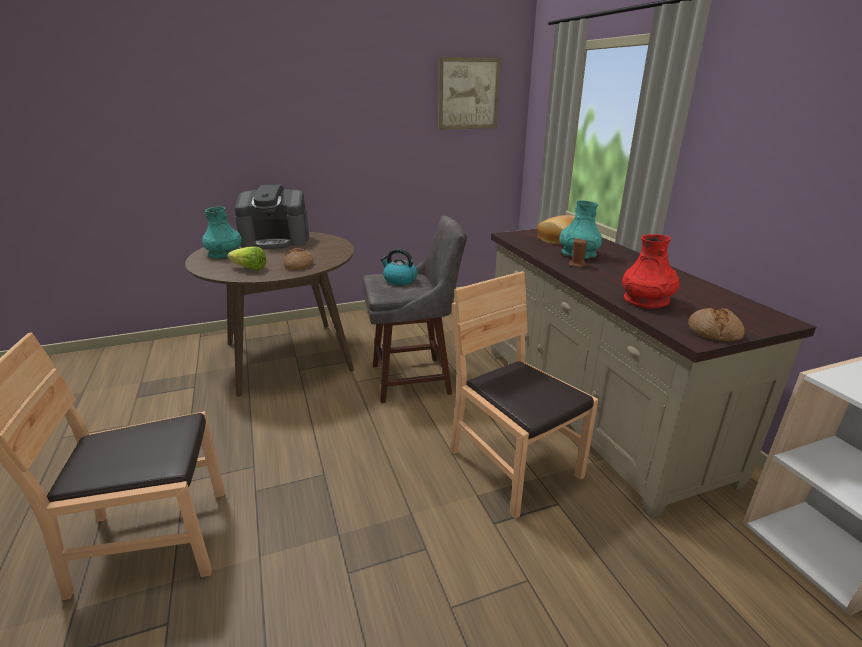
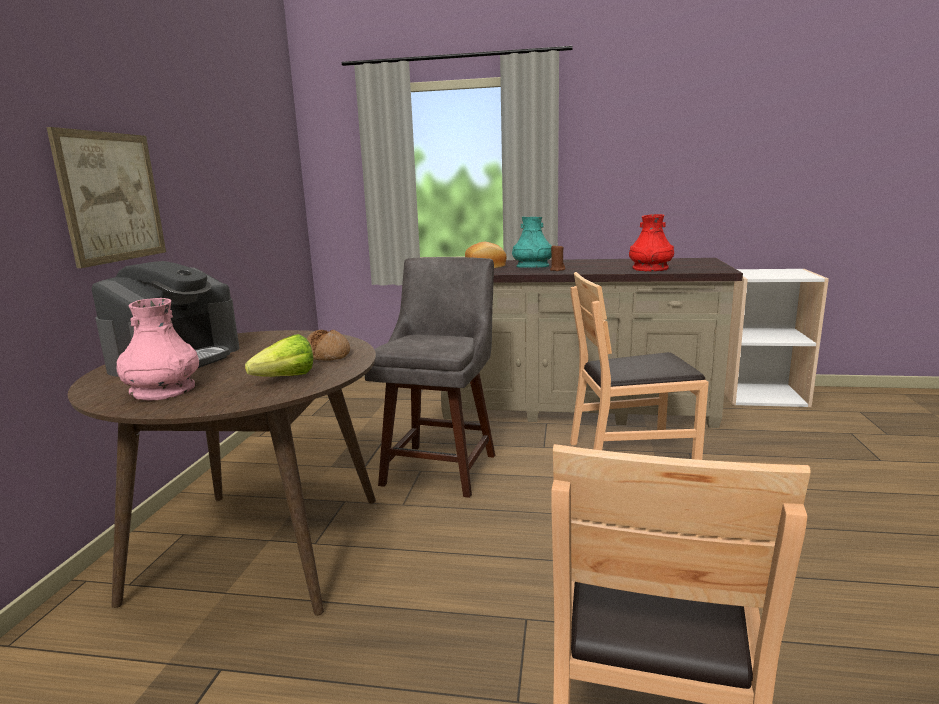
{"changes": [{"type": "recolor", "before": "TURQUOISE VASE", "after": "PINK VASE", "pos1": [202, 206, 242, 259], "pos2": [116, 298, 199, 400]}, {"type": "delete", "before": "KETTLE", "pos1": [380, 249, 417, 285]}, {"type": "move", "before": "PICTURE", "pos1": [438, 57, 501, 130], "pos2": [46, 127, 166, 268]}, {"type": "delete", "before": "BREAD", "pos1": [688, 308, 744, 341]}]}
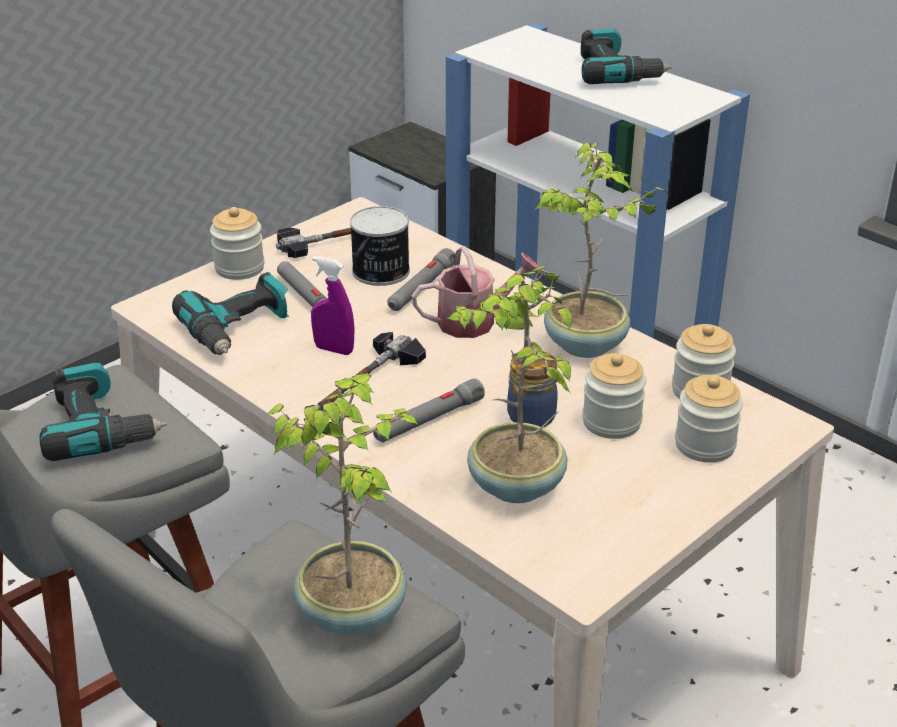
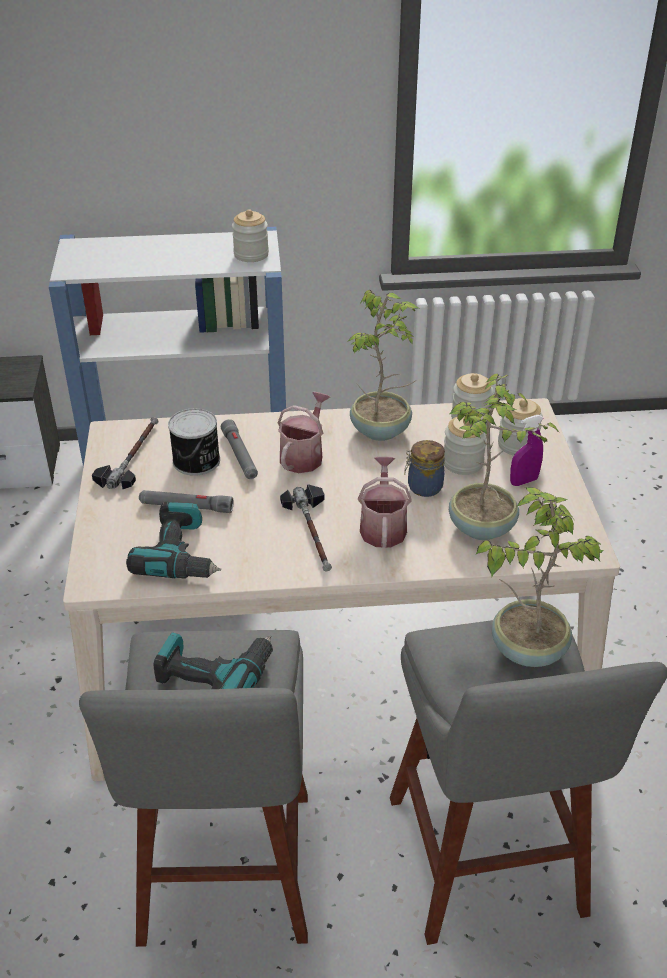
{"changes": [{"type": "move", "before": "JAR", "pos1": [210, 207, 265, 280], "pos2": [232, 209, 269, 262]}, {"type": "move", "before": "PURPLE SPRAY BOTTLE", "pos1": [311, 256, 354, 355], "pos2": [510, 415, 543, 486]}, {"type": "replace", "before": "GREY FLASHLIGHT", "after": "WATERING CAN", "pos1": [373, 378, 485, 442], "pos2": [358, 457, 412, 548]}, {"type": "delete", "before": "POWER DRILL", "pos1": [581, 29, 672, 84]}]}
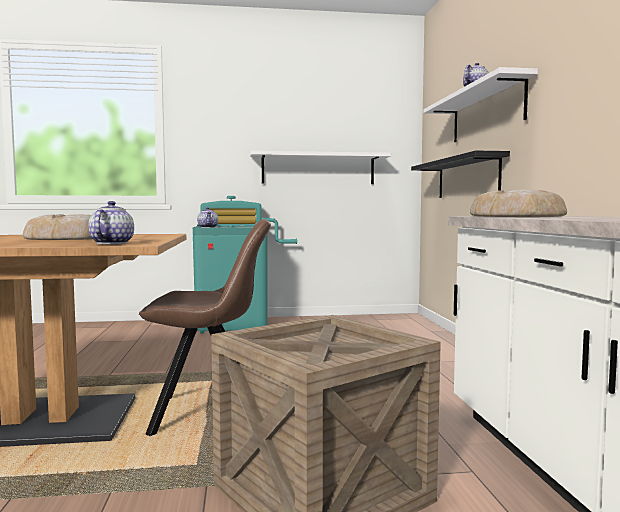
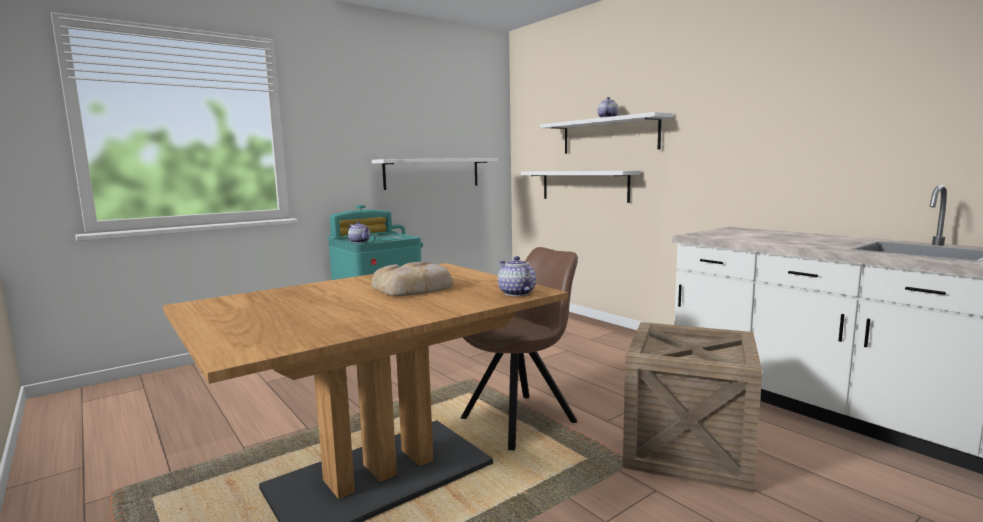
{"changes": [{"type": "recolor", "before": "BLACK SHELF", "after": "WHITE SHELF", "pos1": [411, 150, 510, 198], "pos2": [521, 170, 641, 203]}, {"type": "delete", "before": "BREAD", "pos1": [470, 190, 567, 217]}]}
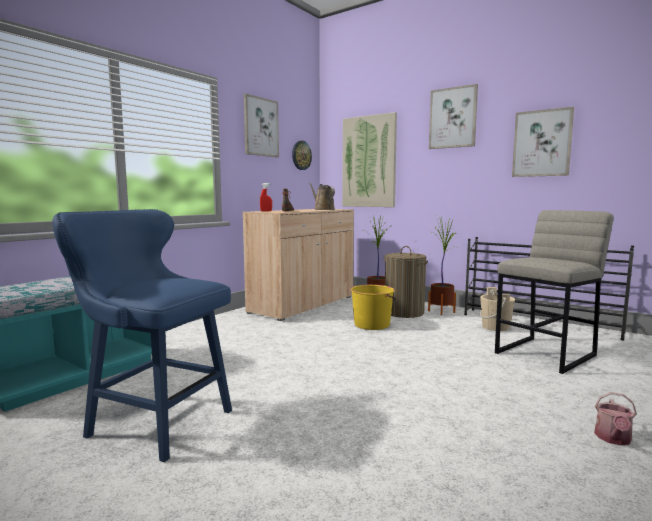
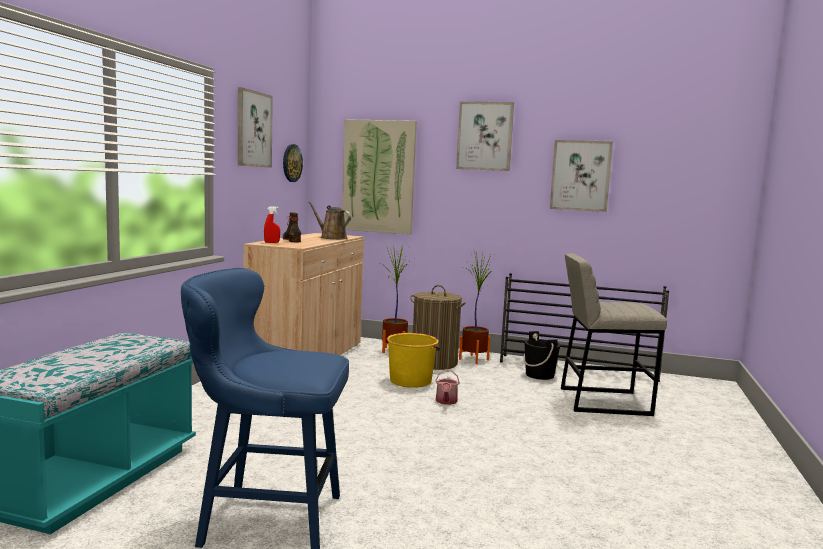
{"changes": [{"type": "recolor", "before": "BEIGE BUCKET", "after": "BLACK BUCKET", "pos1": [480, 287, 515, 331], "pos2": [524, 331, 560, 380]}, {"type": "rotate", "before": "GREY CHAIR", "pos1": [495, 210, 613, 374], "pos2": [561, 253, 667, 416], "turn": -120}, {"type": "move", "before": "WATERING CAN", "pos1": [594, 392, 637, 445], "pos2": [435, 370, 460, 405]}]}
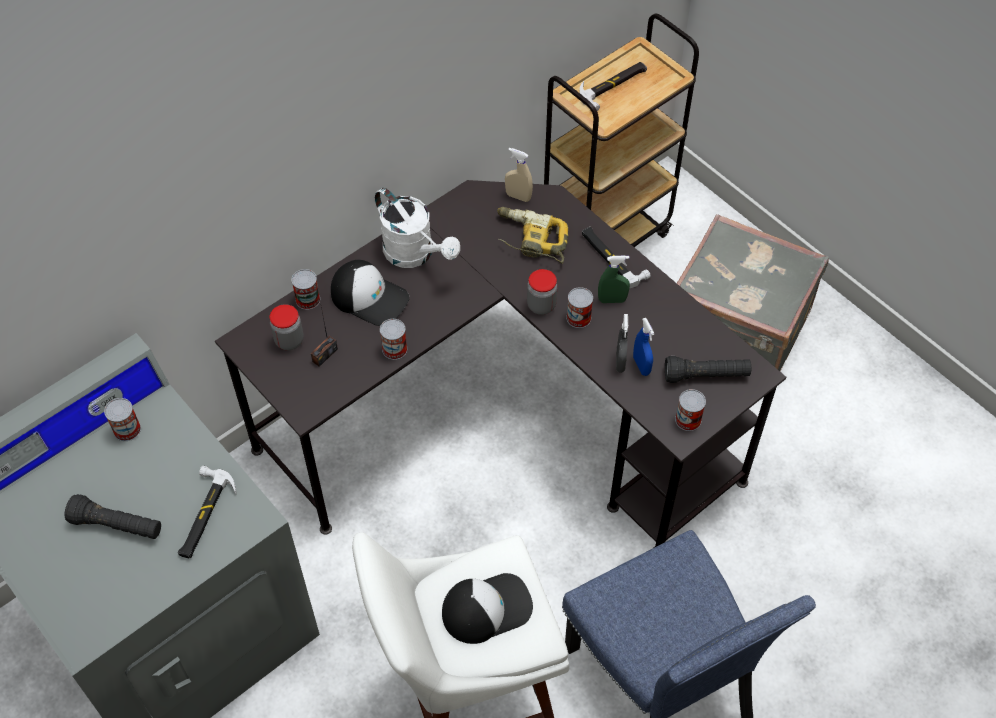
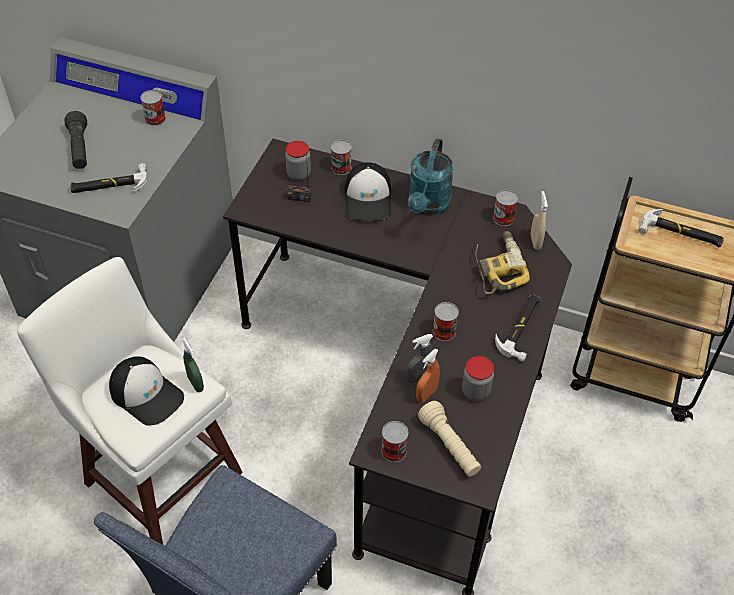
{"changes": [{"type": "recolor", "before": "WHITE WATERING CAN", "after": "TURQUOISE WATERING CAN", "pos1": [375, 188, 460, 268], "pos2": [408, 138, 454, 216]}, {"type": "move", "before": "CAN", "pos1": [380, 319, 407, 360], "pos2": [493, 190, 518, 226]}, {"type": "move", "before": "JAR", "pos1": [527, 269, 557, 315], "pos2": [462, 356, 494, 401]}, {"type": "move", "before": "GREEN SPRAY BOTTLE", "pos1": [598, 255, 630, 303], "pos2": [182, 338, 204, 392]}, {"type": "recolor", "before": "BLUE SPRAY BOTTLE", "after": "ORANGE SPRAY BOTTLE", "pos1": [633, 318, 654, 376], "pos2": [416, 349, 440, 403]}, {"type": "recolor", "before": "BLACK FLASHLIGHT", "after": "BEIGE FLASHLIGHT", "pos1": [665, 356, 751, 383], "pos2": [418, 401, 481, 477]}, {"type": "delete", "before": "GREY SUITCASE", "pos1": [677, 214, 829, 371]}]}
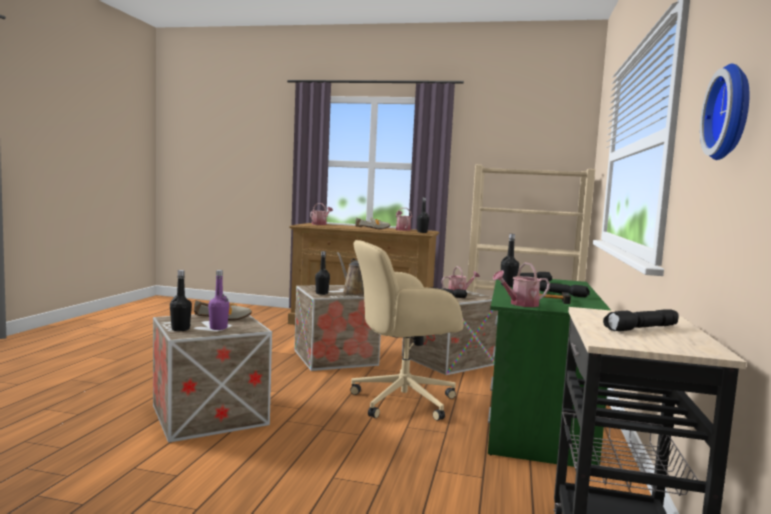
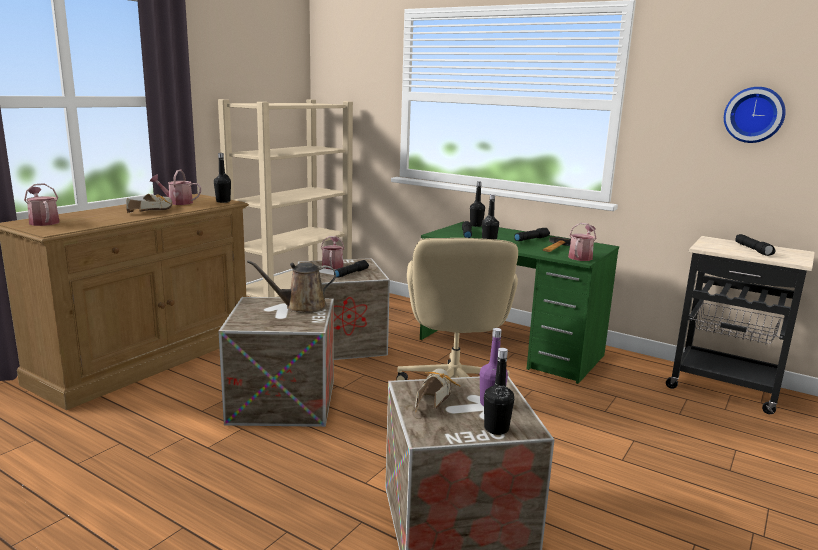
{"changes": [{"type": "move", "before": "BLACK BOTTLE", "pos1": [315, 251, 330, 295], "pos2": [470, 182, 485, 227]}, {"type": "rotate", "before": "WATERING CAN", "pos1": [492, 262, 550, 307], "pos2": [568, 223, 597, 261], "turn": -150}]}
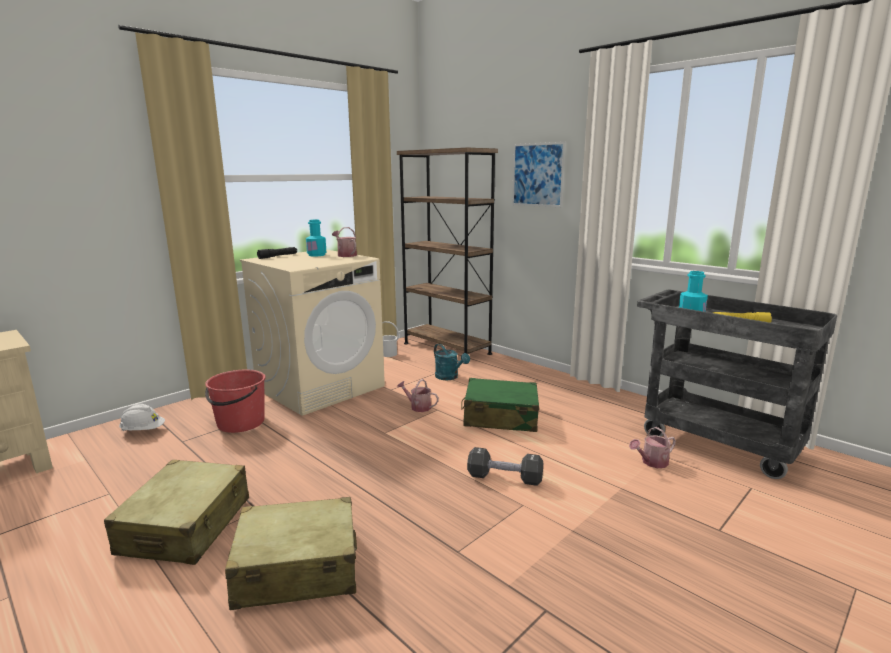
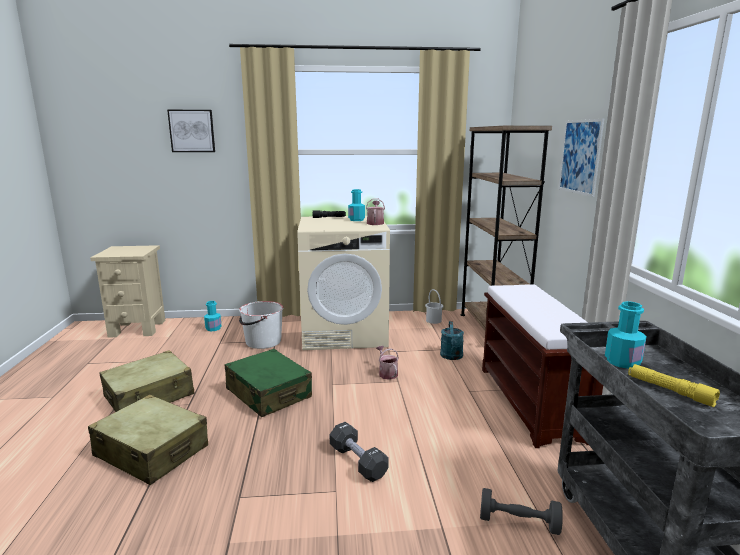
{"changes": [{"type": "replace", "before": "WHITE HARD HAT", "after": "TURQUOISE BOTTLE", "pos1": [119, 404, 165, 431], "pos2": [204, 301, 222, 331]}, {"type": "recolor", "before": "RED BUCKET", "after": "WHITE BUCKET", "pos1": [205, 370, 266, 433], "pos2": [239, 301, 283, 349]}, {"type": "move", "before": "GREEN SUITCASE", "pos1": [461, 378, 539, 432], "pos2": [225, 349, 312, 417]}, {"type": "replace", "before": "WATERING CAN", "after": "GREY DUMBBELL", "pos1": [629, 427, 676, 468], "pos2": [480, 488, 563, 535]}, {"type": "insert", "after": "PICTURE", "pos2": [167, 110, 215, 152]}, {"type": "insert", "after": "BROWN BENCH", "pos2": [482, 284, 603, 448]}]}
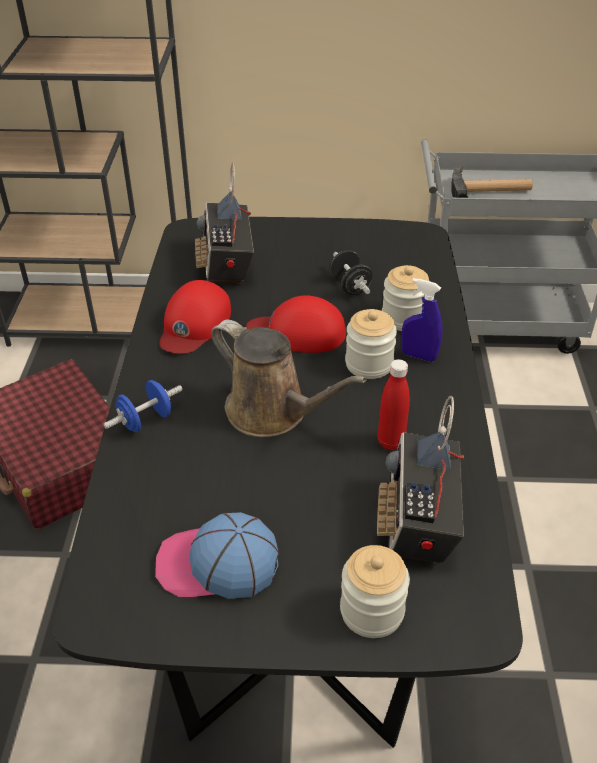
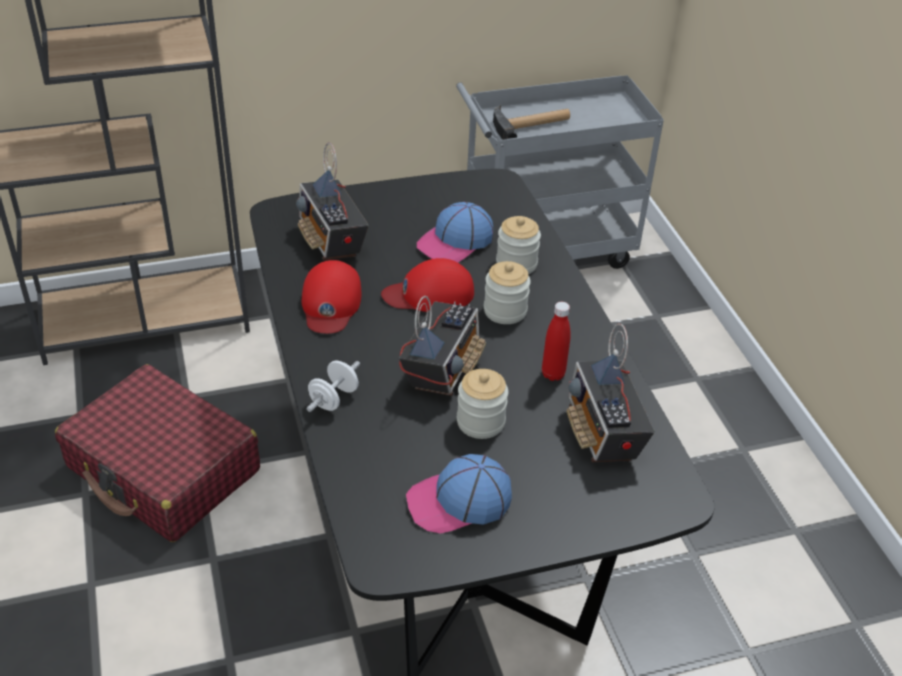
{"changes": [{"type": "recolor", "before": "BLUE DUMBBELL", "after": "WHITE DUMBBELL", "pos1": [104, 380, 183, 432], "pos2": [307, 361, 360, 412]}, {"type": "replace", "before": "BROWN WATERING CAN", "after": "RADIO", "pos1": [211, 320, 367, 437], "pos2": [399, 296, 486, 396]}, {"type": "replace", "before": "BLACK DUMBBELL", "after": "CAP", "pos1": [329, 250, 373, 295], "pos2": [417, 202, 493, 263]}, {"type": "move", "before": "JAR", "pos1": [340, 545, 410, 638], "pos2": [457, 369, 509, 439]}, {"type": "delete", "before": "BLUE SPRAY BOTTLE", "pos1": [401, 278, 443, 362]}]}
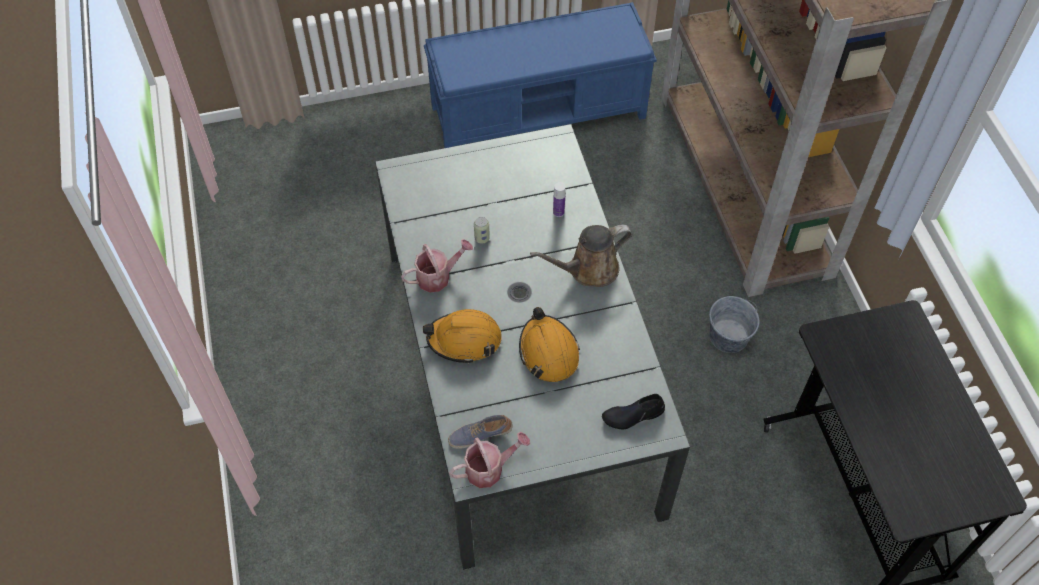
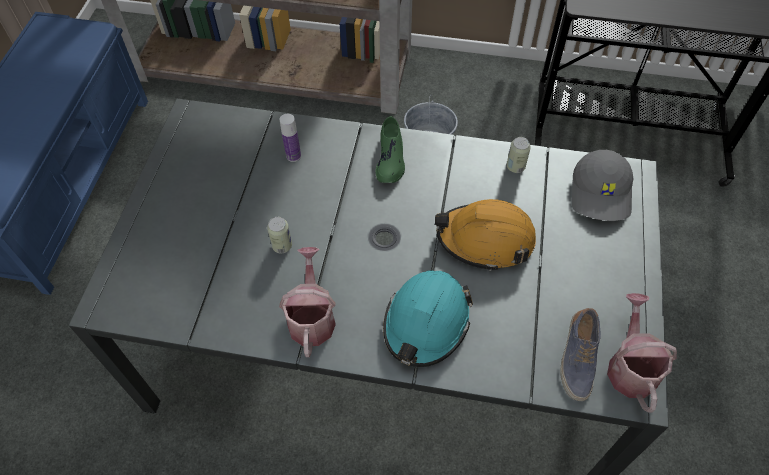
{"changes": [{"type": "recolor", "before": "ORANGE HARD HAT", "after": "TURQUOISE HARD HAT", "pos1": [423, 309, 502, 364], "pos2": [383, 270, 473, 367]}, {"type": "replace", "before": "BROWN WATERING CAN", "after": "GREEN SHOE", "pos1": [530, 225, 632, 287], "pos2": [376, 116, 405, 183]}, {"type": "replace", "before": "BLACK SHOE", "after": "GREY CAP", "pos1": [602, 394, 665, 429], "pos2": [572, 150, 633, 221]}, {"type": "insert", "after": "CAN", "pos2": [507, 137, 531, 173]}]}
